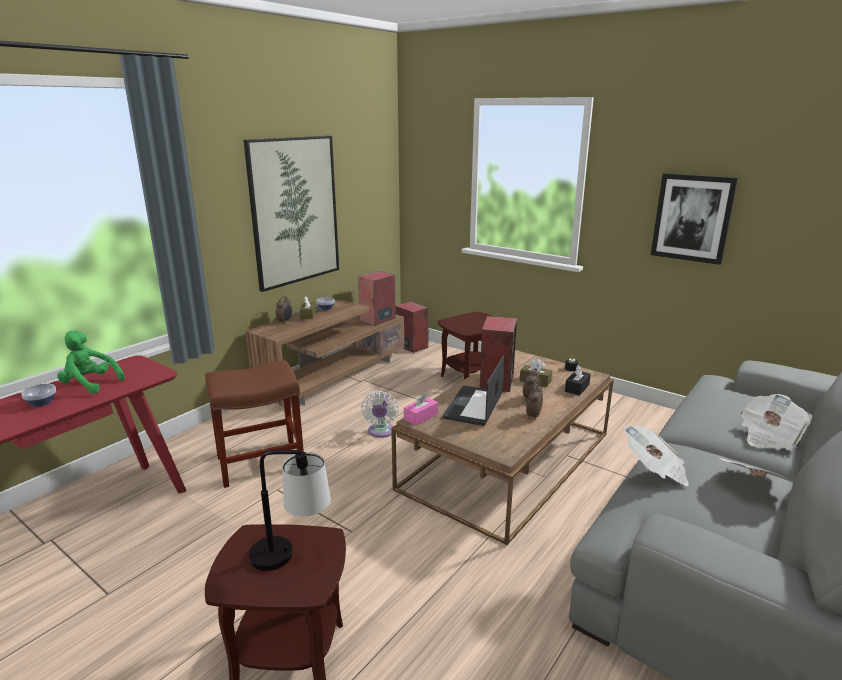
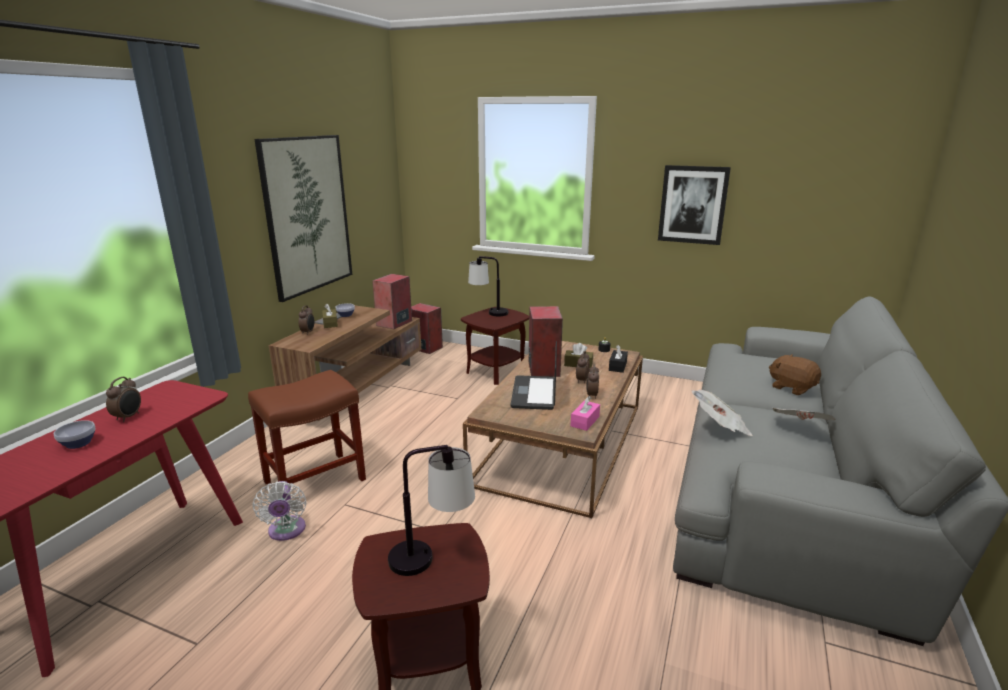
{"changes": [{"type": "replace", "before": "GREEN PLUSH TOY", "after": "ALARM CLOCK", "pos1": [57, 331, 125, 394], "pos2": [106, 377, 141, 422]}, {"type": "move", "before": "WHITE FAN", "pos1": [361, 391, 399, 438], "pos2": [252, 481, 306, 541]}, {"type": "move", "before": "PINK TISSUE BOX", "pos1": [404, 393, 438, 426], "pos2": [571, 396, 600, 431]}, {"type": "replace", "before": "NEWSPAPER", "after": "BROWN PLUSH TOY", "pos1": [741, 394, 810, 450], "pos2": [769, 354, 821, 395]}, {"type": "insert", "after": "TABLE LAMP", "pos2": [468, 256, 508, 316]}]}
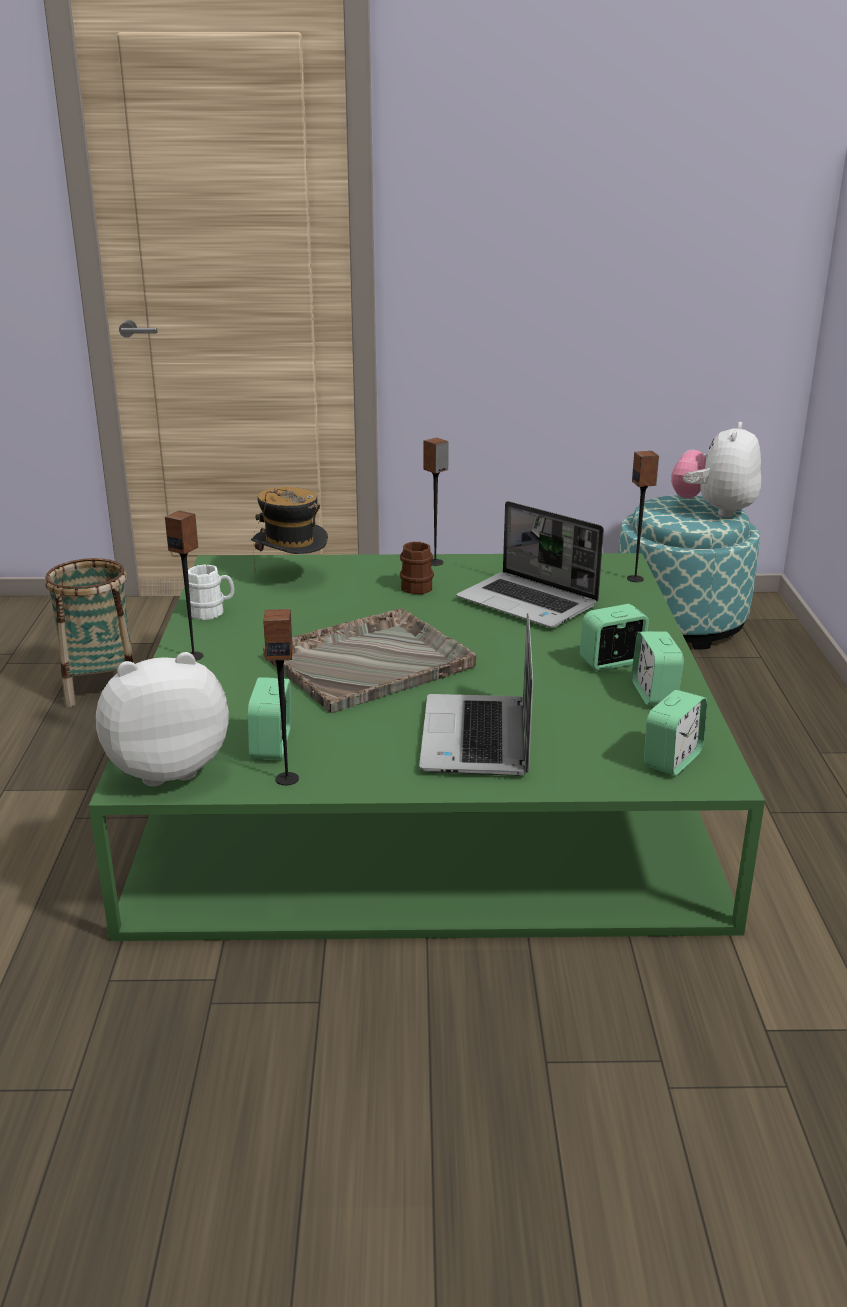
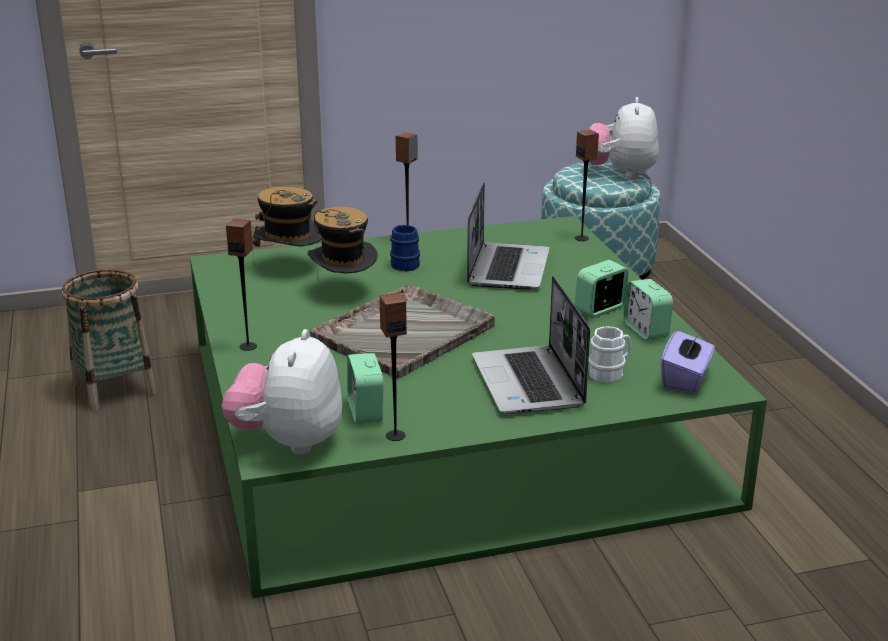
{"changes": [{"type": "rotate", "before": "PLUSH TOY", "pos1": [96, 652, 229, 786], "pos2": [221, 329, 342, 455], "turn": -45}, {"type": "move", "before": "WHITE MUG", "pos1": [188, 565, 234, 620], "pos2": [588, 326, 631, 383]}, {"type": "recolor", "before": "BROWN MUG", "after": "BLUE MUG", "pos1": [400, 542, 434, 594], "pos2": [390, 225, 420, 271]}, {"type": "rotate", "before": "LAPTOP", "pos1": [456, 501, 604, 628], "pos2": [467, 182, 550, 290], "turn": -105}, {"type": "replace", "before": "ALARM CLOCK", "after": "PURPLE TISSUE BOX", "pos1": [644, 690, 707, 776], "pos2": [661, 330, 715, 393]}, {"type": "insert", "after": "HAT", "pos2": [307, 207, 378, 282]}]}
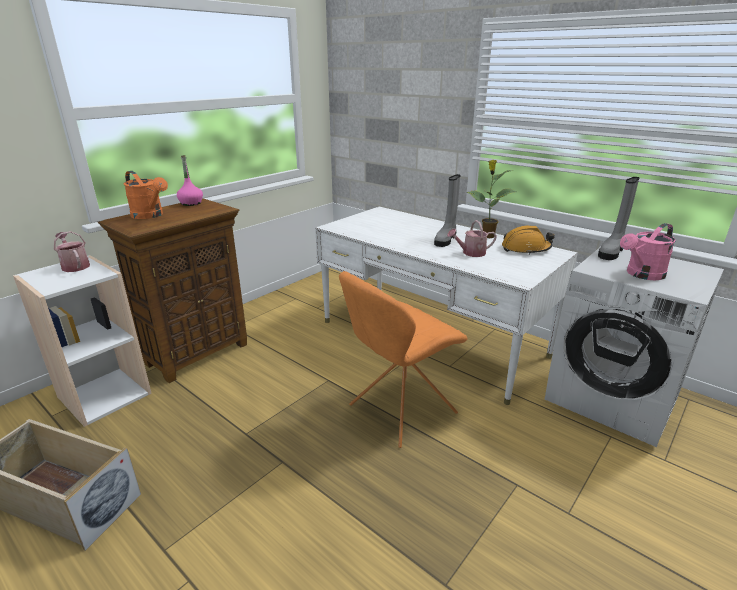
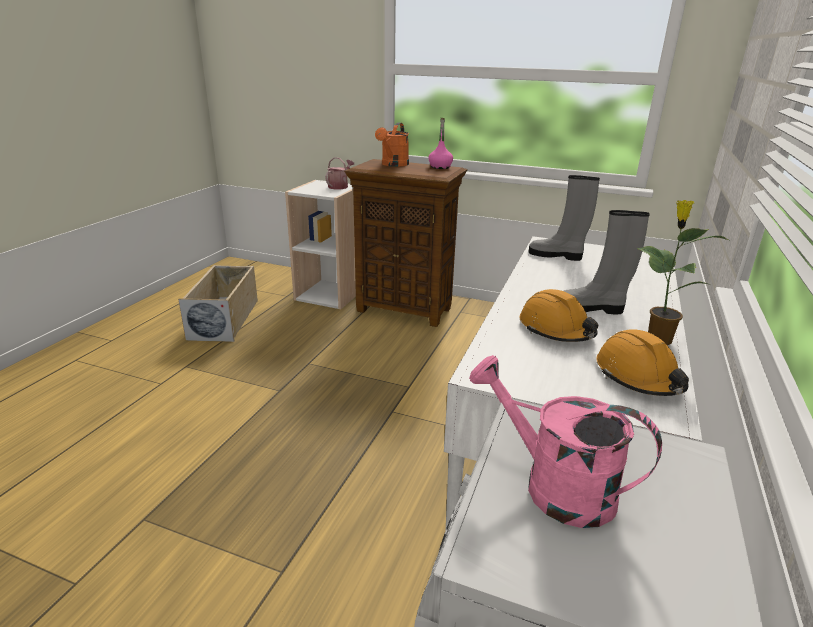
{"changes": [{"type": "delete", "before": "ORANGE CHAIR", "pos1": [339, 271, 468, 448]}, {"type": "replace", "before": "WATERING CAN", "after": "ORANGE HARD HAT", "pos1": [447, 220, 497, 257], "pos2": [519, 289, 598, 342]}, {"type": "move", "before": "GREY BOOT", "pos1": [598, 177, 639, 260], "pos2": [528, 175, 600, 261]}]}
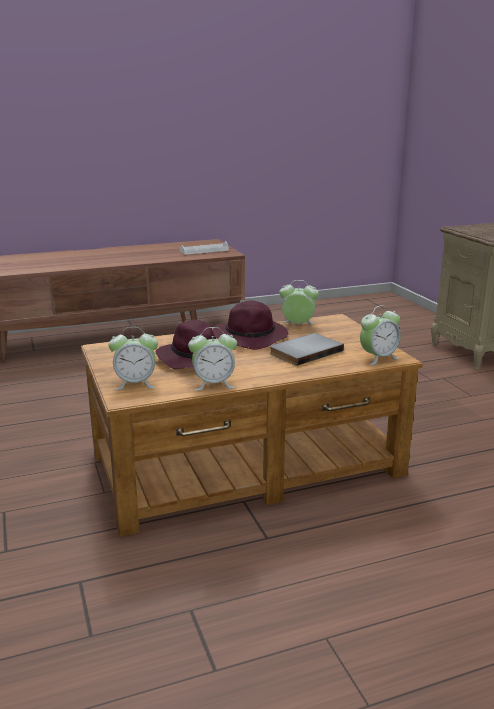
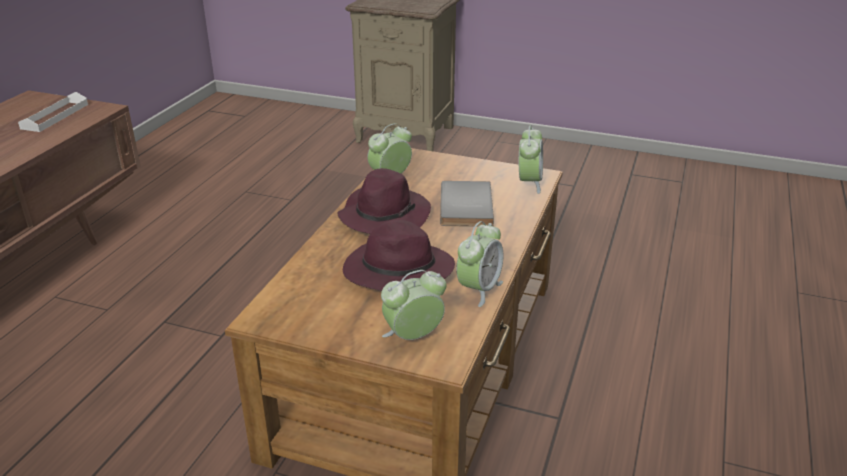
{"changes": [{"type": "rotate", "before": "ALARM CLOCK", "pos1": [108, 327, 158, 390], "pos2": [381, 270, 446, 340], "turn": -150}]}
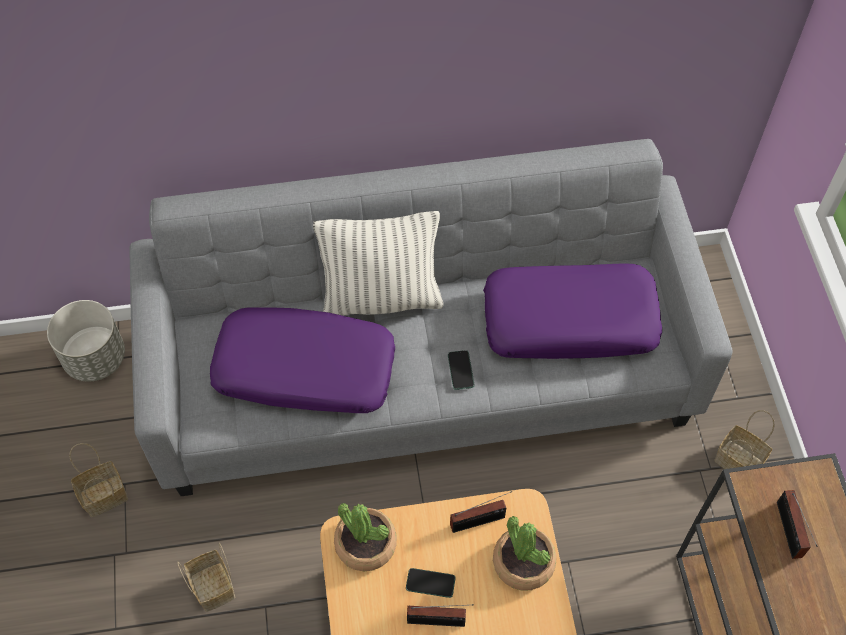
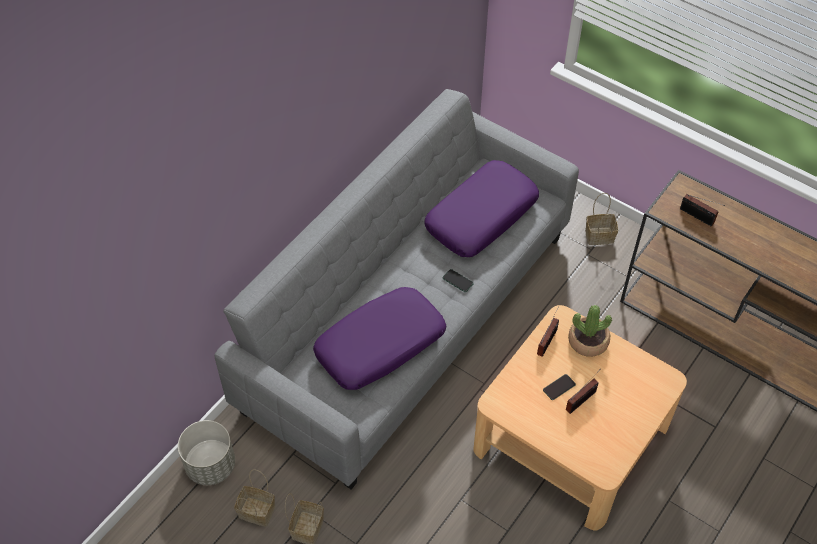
{"changes": [{"type": "move", "before": "BASKET", "pos1": [177, 543, 235, 612], "pos2": [234, 469, 275, 527]}, {"type": "delete", "before": "PILLOW", "pos1": [313, 211, 444, 316]}, {"type": "delete", "before": "POTTED PLANT", "pos1": [334, 503, 397, 571]}]}
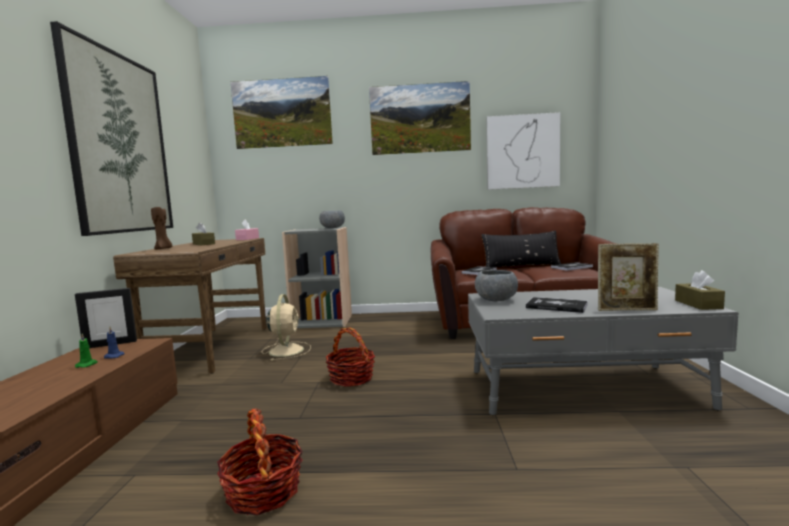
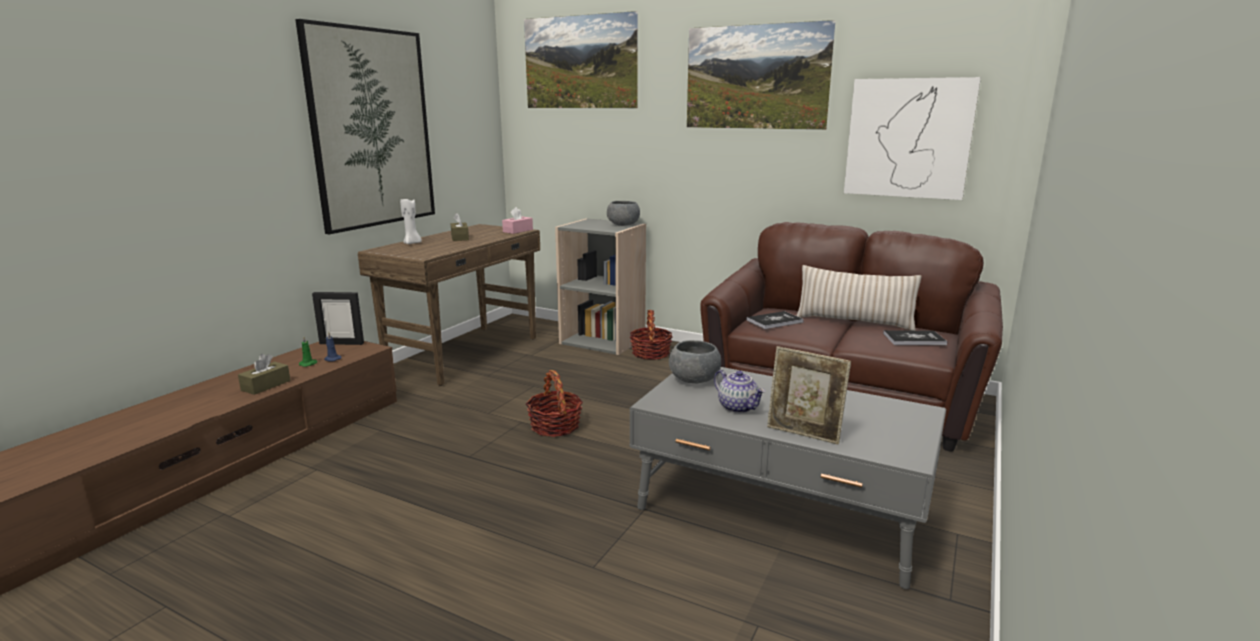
{"changes": [{"type": "recolor", "before": "BROWN CANDLE", "after": "WHITE CANDLE", "pos1": [151, 207, 172, 250], "pos2": [400, 198, 422, 244]}, {"type": "move", "before": "BASKET", "pos1": [217, 408, 303, 515], "pos2": [630, 310, 672, 360]}, {"type": "delete", "before": "BEIGE FAN", "pos1": [262, 294, 311, 361]}, {"type": "recolor", "before": "BLACK PILLOW", "after": "BEIGE PILLOW", "pos1": [481, 231, 561, 267], "pos2": [796, 265, 922, 331]}, {"type": "replace", "before": "BOOK", "after": "TEAPOT", "pos1": [526, 297, 588, 313], "pos2": [714, 370, 765, 413]}, {"type": "move", "before": "BROWN TISSUE BOX", "pos1": [675, 270, 725, 310], "pos2": [238, 354, 291, 395]}]}
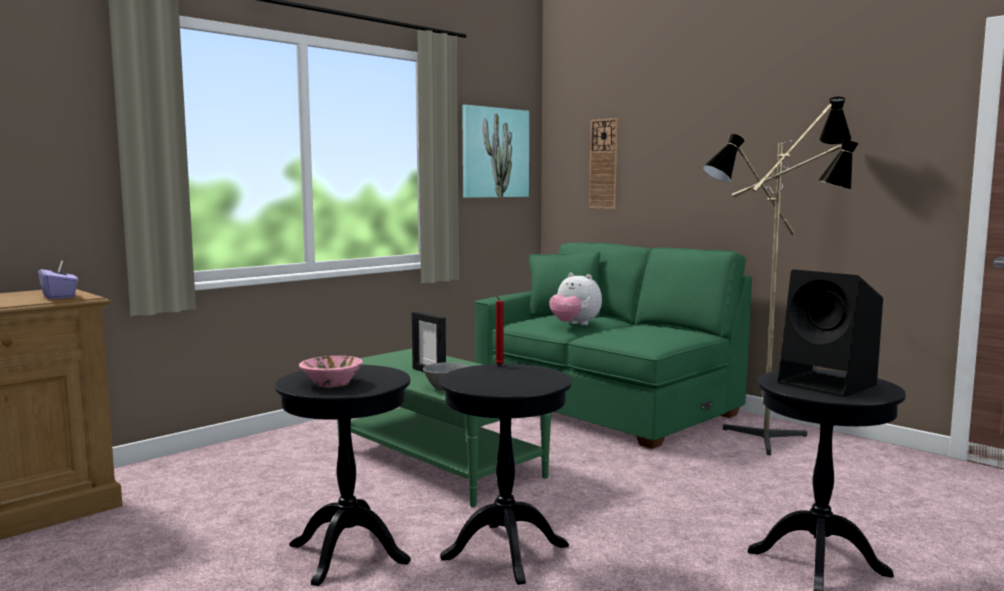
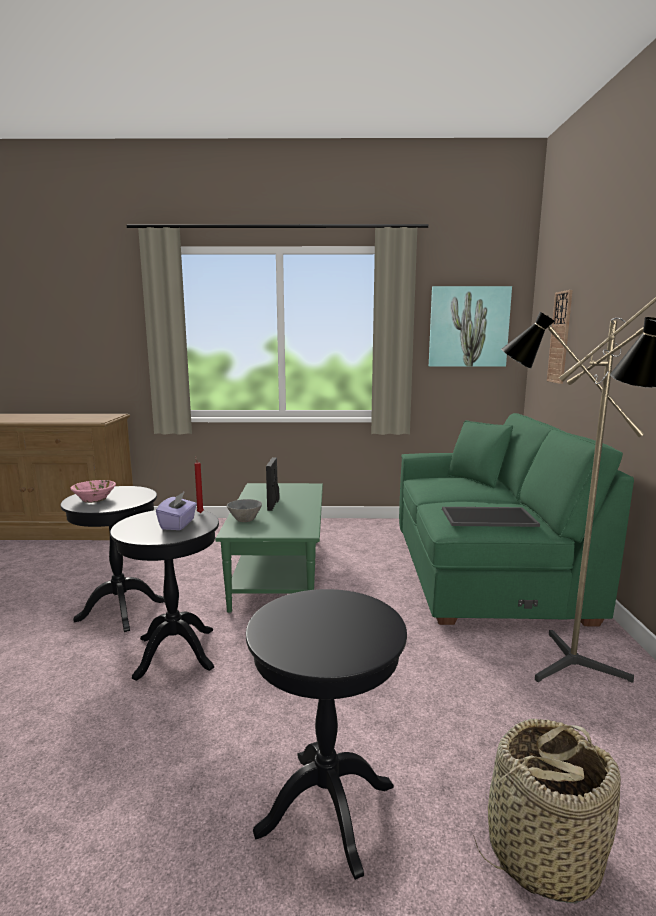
{"changes": [{"type": "move", "before": "PURPLE TISSUE BOX", "pos1": [38, 260, 78, 299], "pos2": [156, 491, 197, 530]}, {"type": "delete", "before": "PLUSH TOY", "pos1": [549, 273, 602, 325]}, {"type": "delete", "before": "BLACK SPEAKER", "pos1": [778, 270, 883, 397]}, {"type": "insert", "after": "TRAY", "pos2": [442, 507, 540, 527]}, {"type": "insert", "after": "BASKET", "pos2": [473, 719, 621, 904]}]}
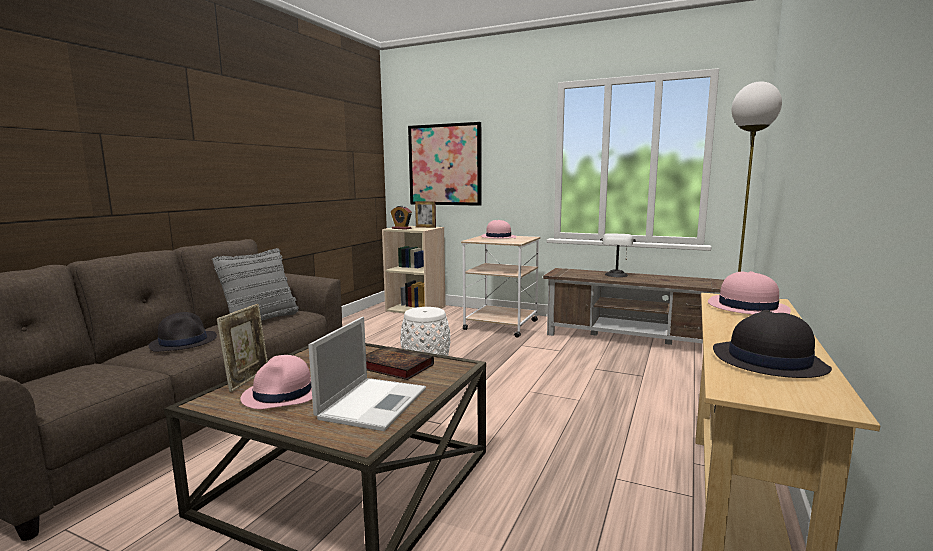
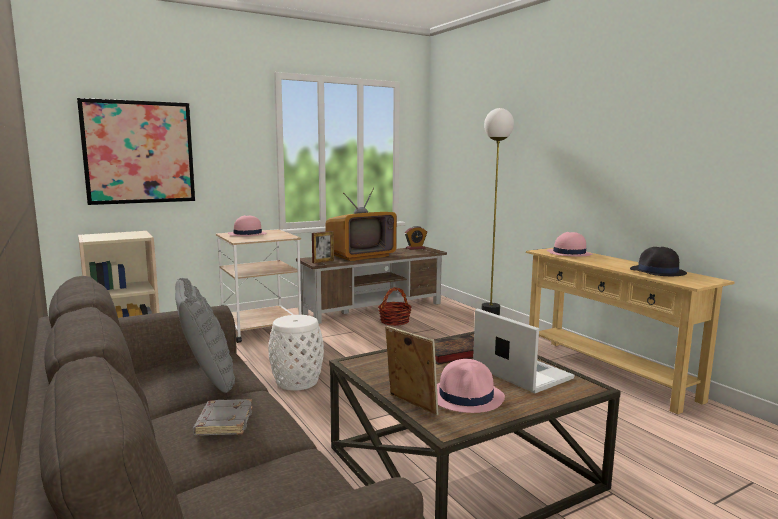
{"changes": [{"type": "replace", "before": "BLACK HAT", "after": "GREY BOOK", "pos1": [148, 312, 217, 352], "pos2": [193, 399, 253, 436]}, {"type": "move", "before": "ALARM CLOCK", "pos1": [391, 206, 412, 230], "pos2": [405, 226, 427, 250]}, {"type": "move", "before": "PICTURE FRAME", "pos1": [415, 201, 436, 228], "pos2": [312, 231, 334, 263]}, {"type": "replace", "before": "TABLE LAMP", "after": "TELEVISION", "pos1": [600, 233, 636, 277], "pos2": [325, 187, 397, 261]}, {"type": "insert", "after": "BASKET", "pos2": [378, 287, 412, 326]}]}
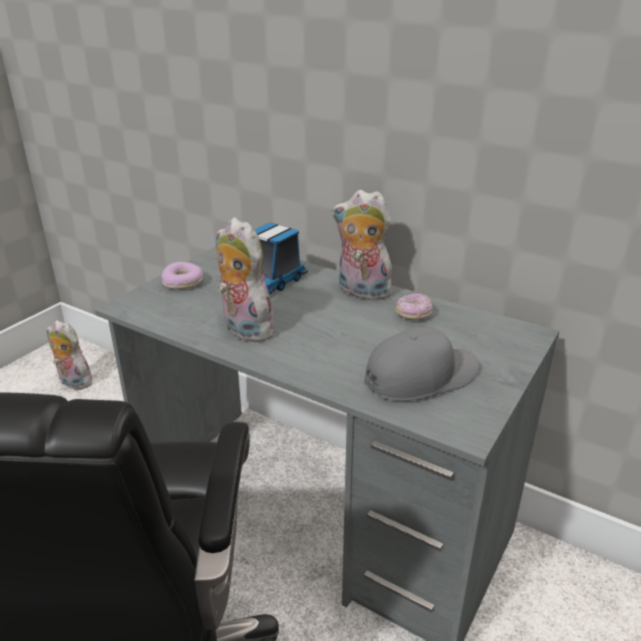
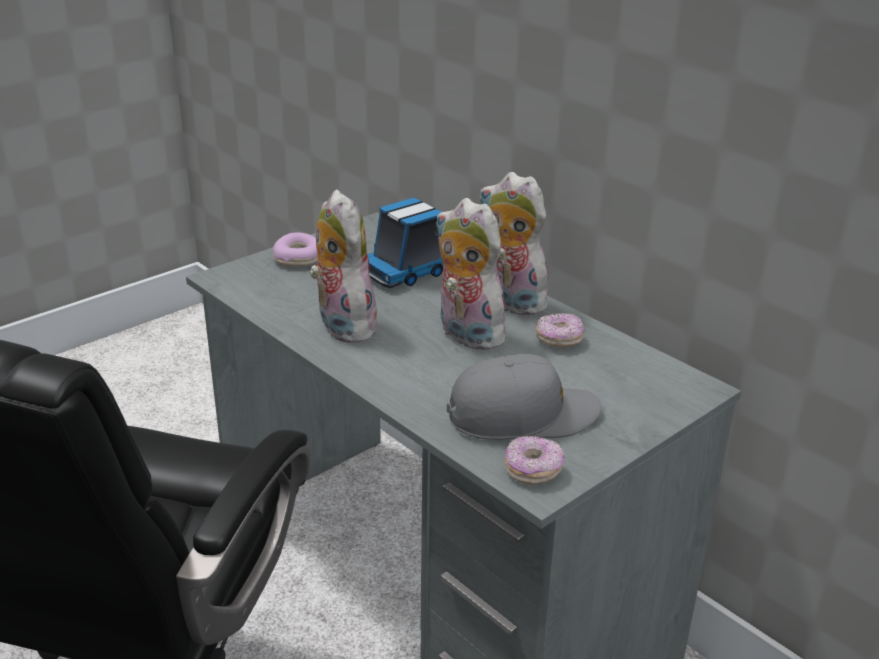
{"changes": [{"type": "move", "before": "PLUSH TOY", "pos1": [46, 320, 92, 390], "pos2": [435, 198, 512, 350]}, {"type": "insert", "after": "DONUT", "pos2": [504, 436, 565, 485]}]}
